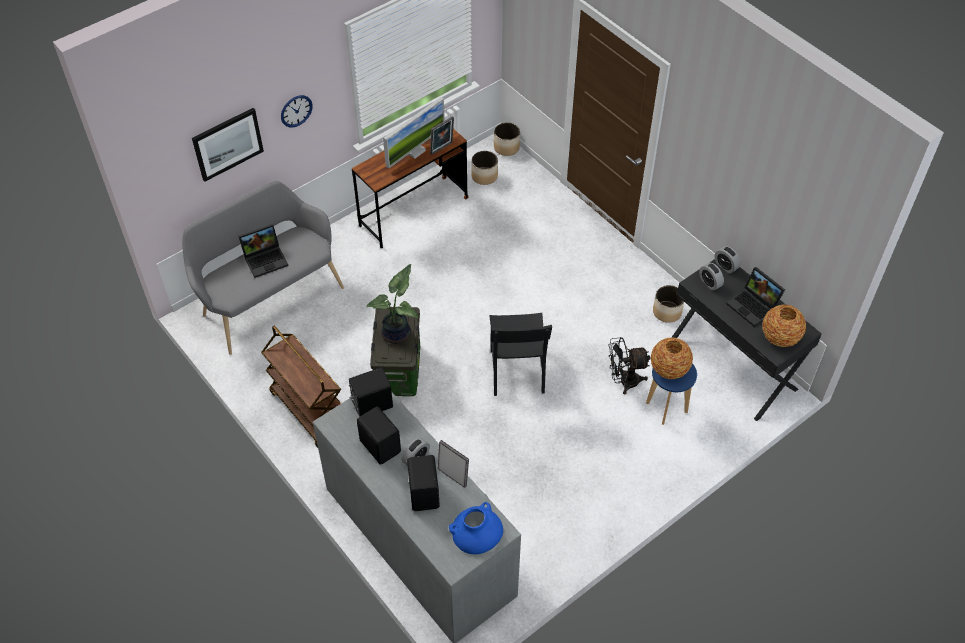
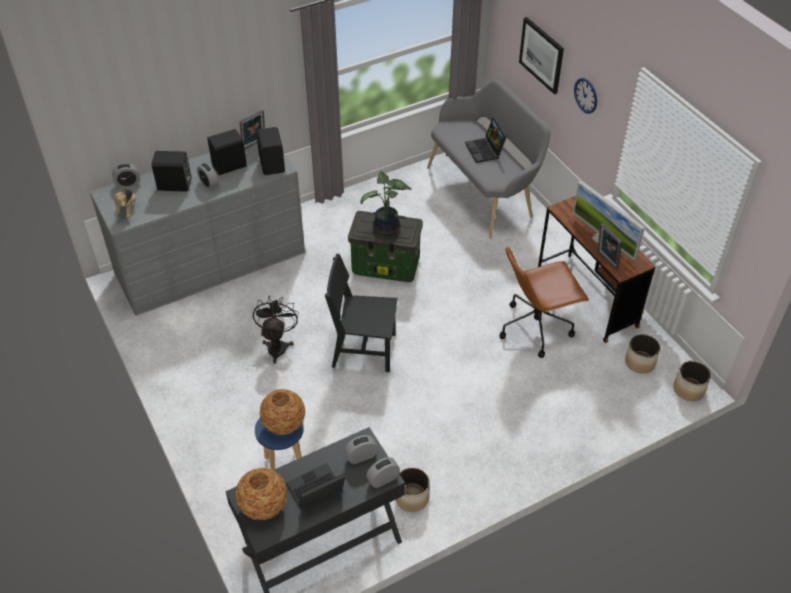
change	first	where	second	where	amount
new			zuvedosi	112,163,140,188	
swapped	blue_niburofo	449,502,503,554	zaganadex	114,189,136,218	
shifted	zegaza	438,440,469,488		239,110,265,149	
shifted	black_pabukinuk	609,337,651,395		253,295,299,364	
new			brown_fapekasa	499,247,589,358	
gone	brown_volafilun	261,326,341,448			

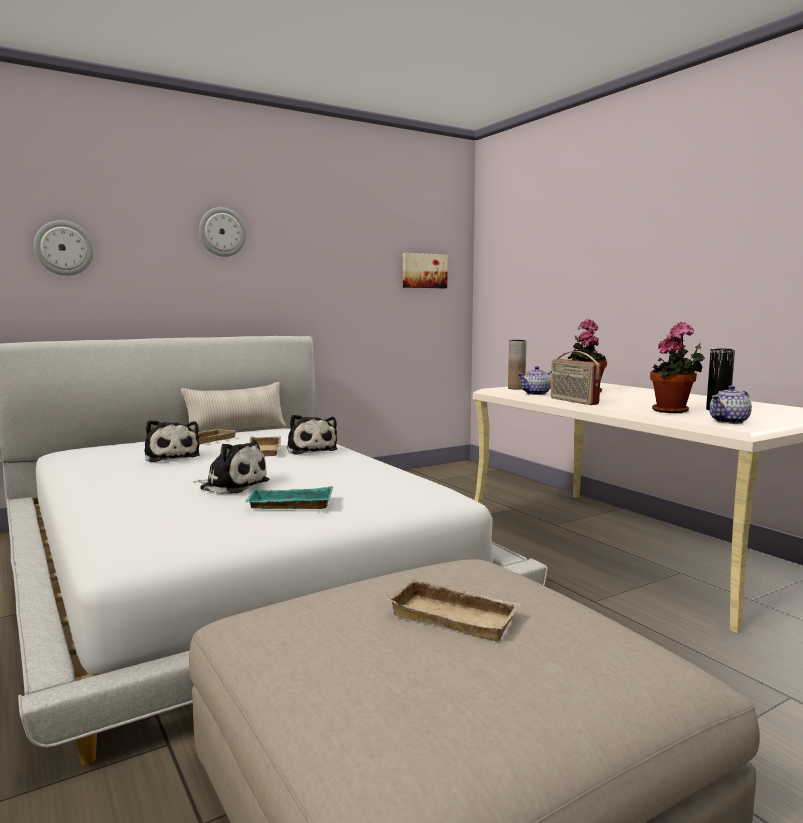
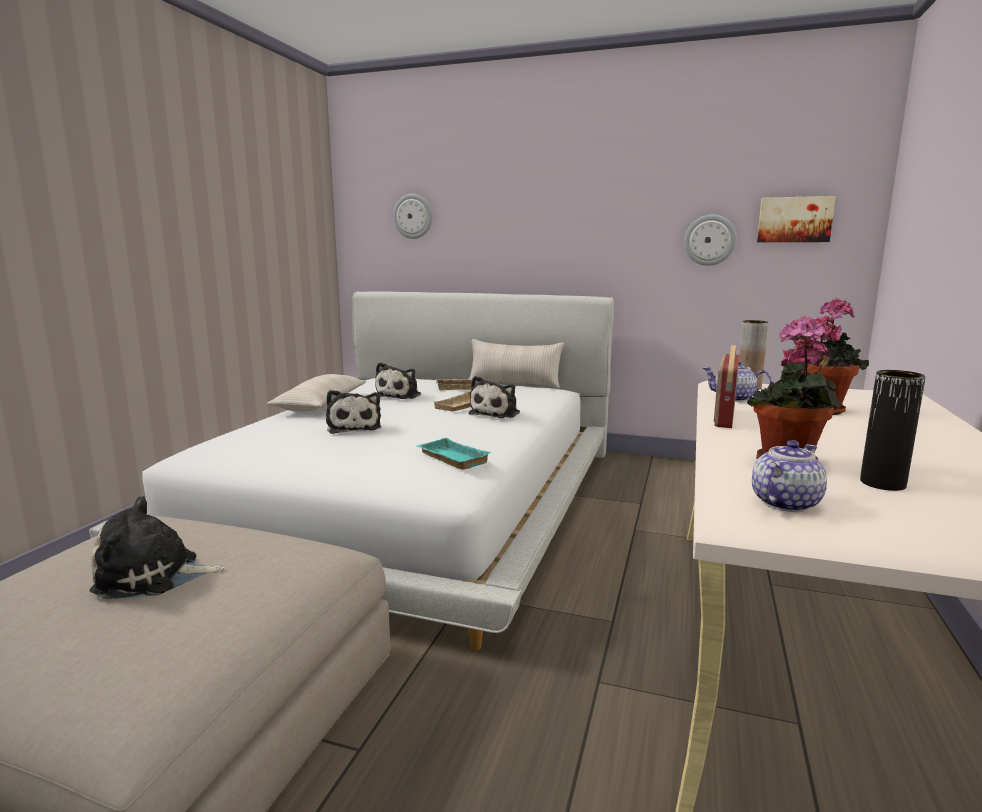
change	first	where	second	where	amount
swapped	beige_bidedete	386,578,522,641	zaganadex	89,496,225,599	
new			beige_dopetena	267,374,366,412	
shifted	turquoise_bidedete	245,486,333,509		417,438,491,470	
shifted	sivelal	199,207,247,257		684,215,737,266	
rotated	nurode	709,385,752,424		752,440,827,512	120 degrees clockwise

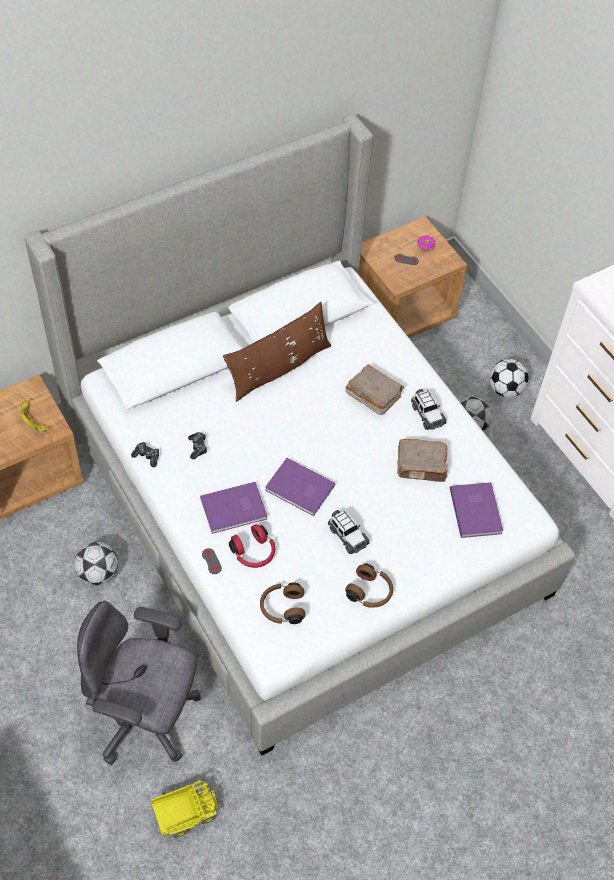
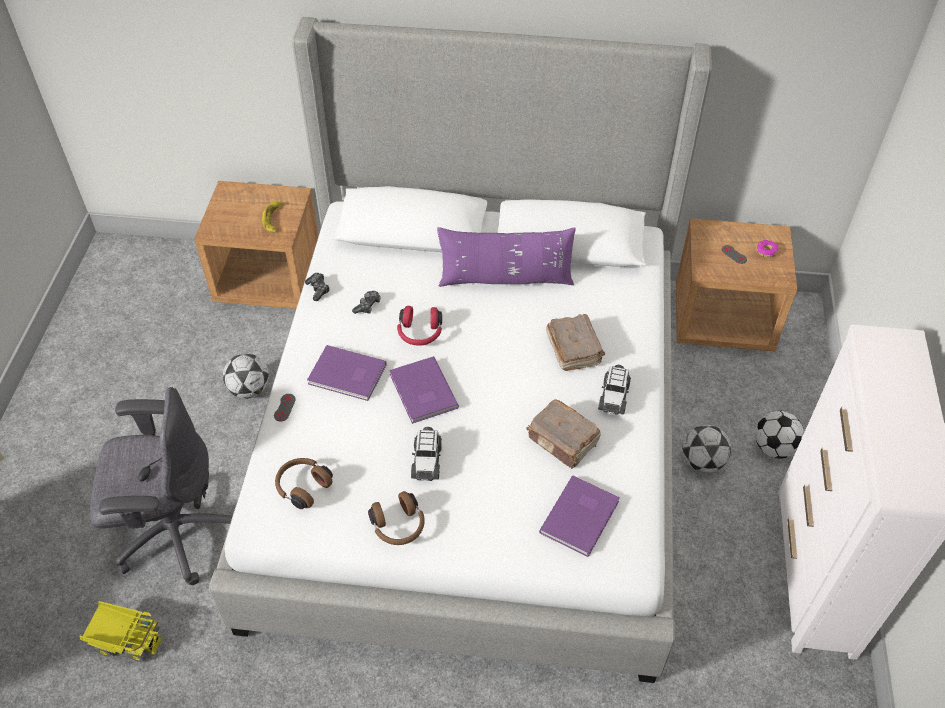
change	first	where	second	where	amount
rotated	grey_fapekasa	77,601,201,765		90,387,232,585	120 degrees clockwise
shifted	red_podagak	229,524,275,568		397,306,442,346	
repainted	brown_dopetena	223,302,331,402	purple_dopetena	437,227,576,287	

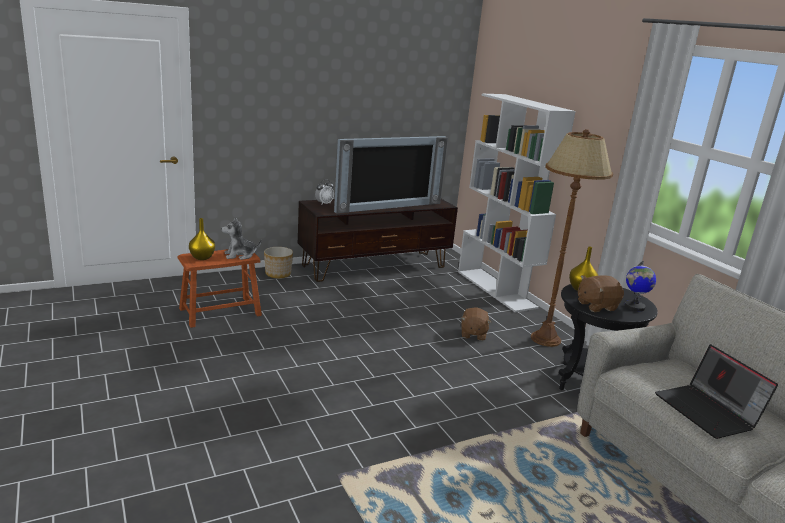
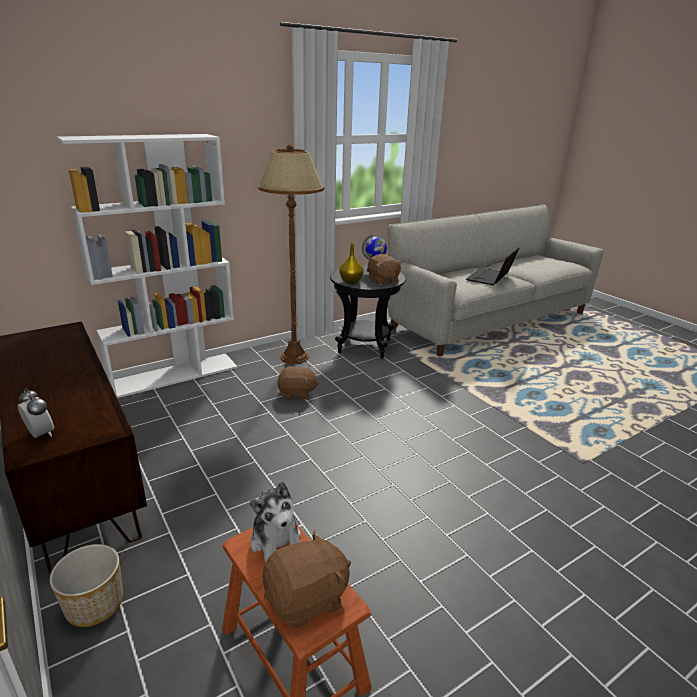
change	first	where	second	where	amount
swapped	yellow_niburofo	189,218,215,260	brown_zaganadex	262,530,351,628	
rotated	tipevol	655,344,778,439		466,248,519,285	150 degrees clockwise
gone	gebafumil	334,136,448,214			

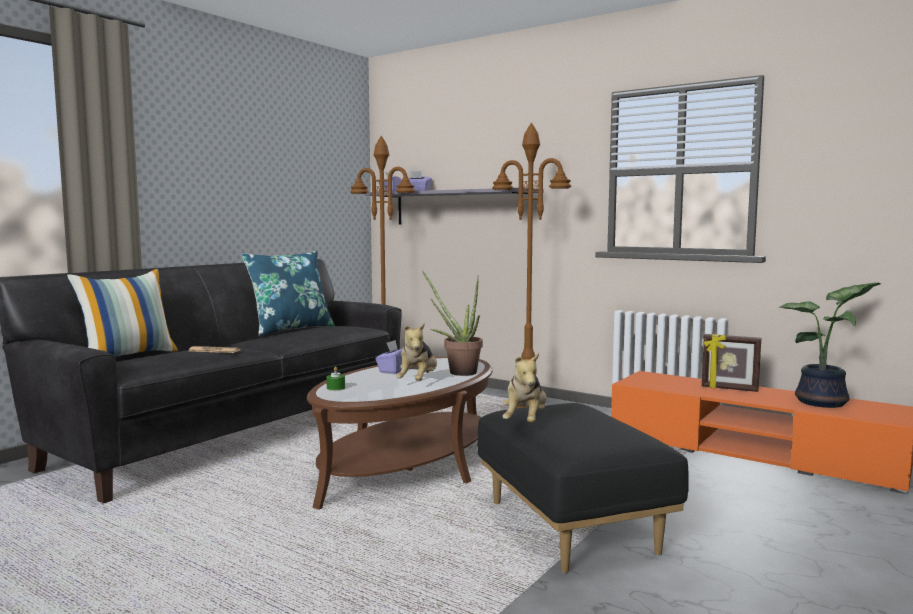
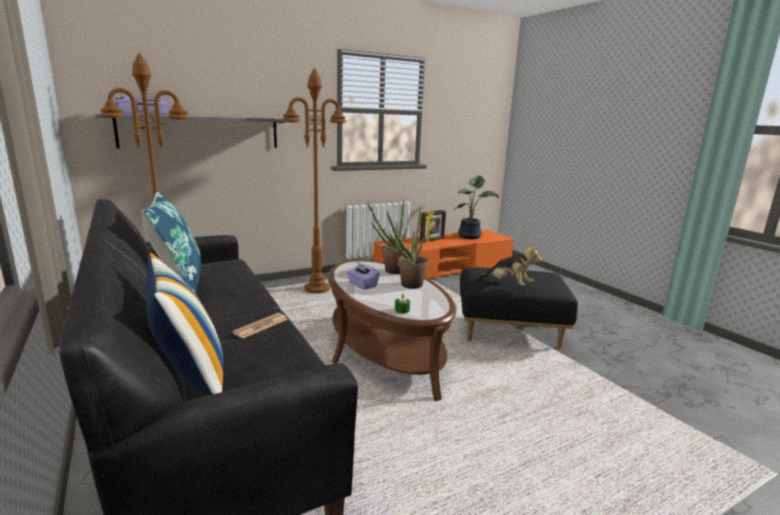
change	first	where	second	where	amount
swapped	zaganadex	396,323,437,381	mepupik	387,211,429,289	

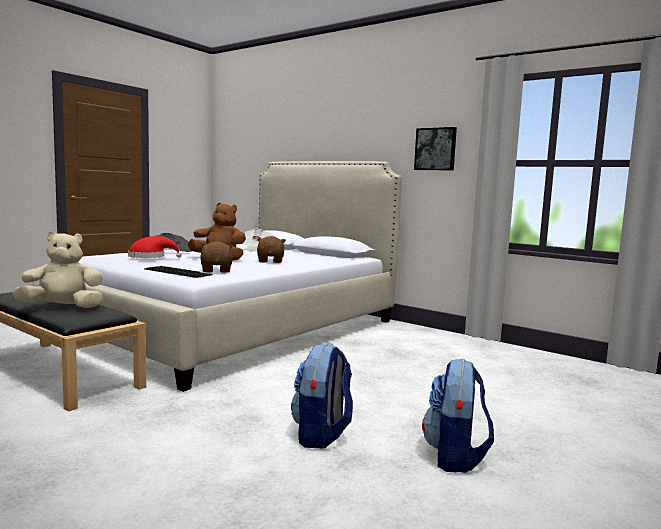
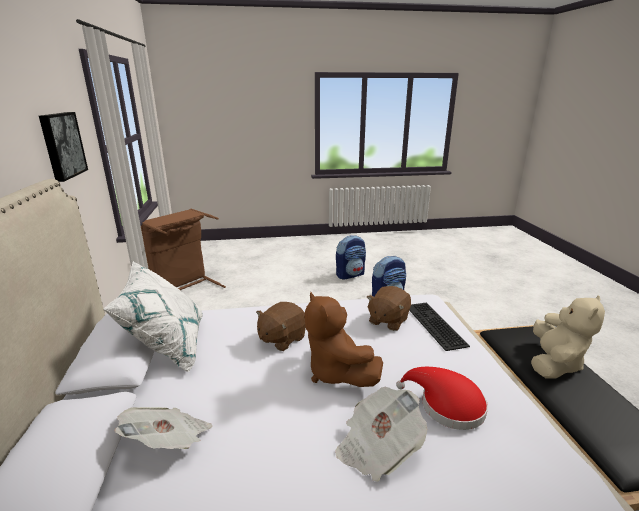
change	first	where	second	where	amount
new			white_dopetena	103,261,203,372	
new			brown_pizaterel	141,209,226,290	
rotated	beige_zaganadex	12,231,103,308		531,295,605,379	90 degrees counterclockwise

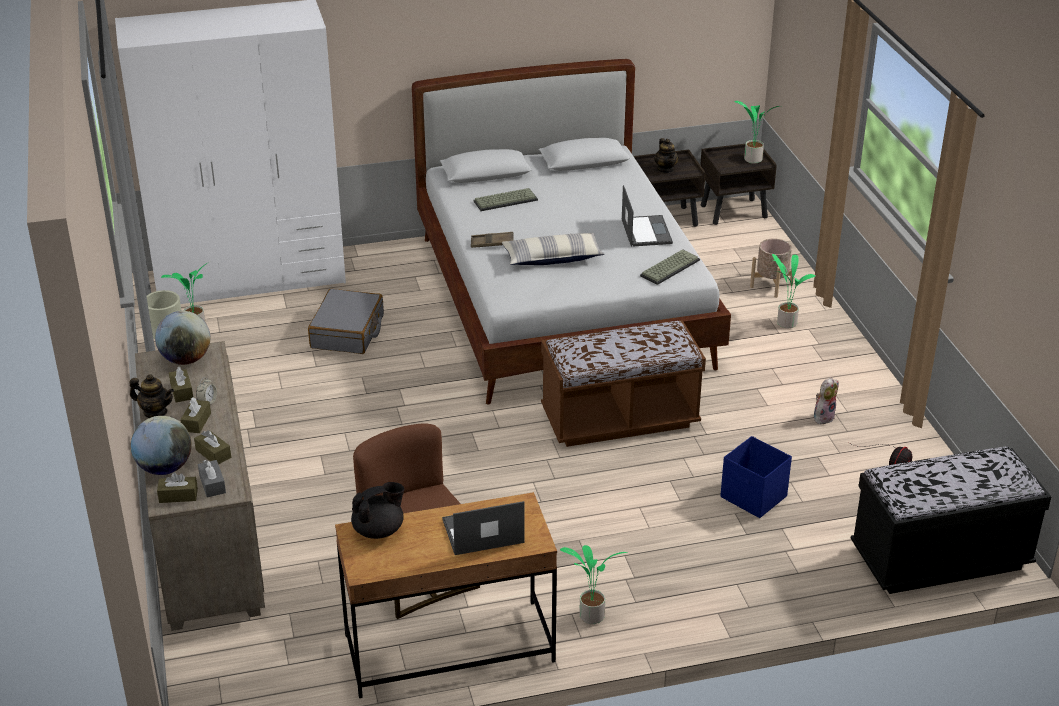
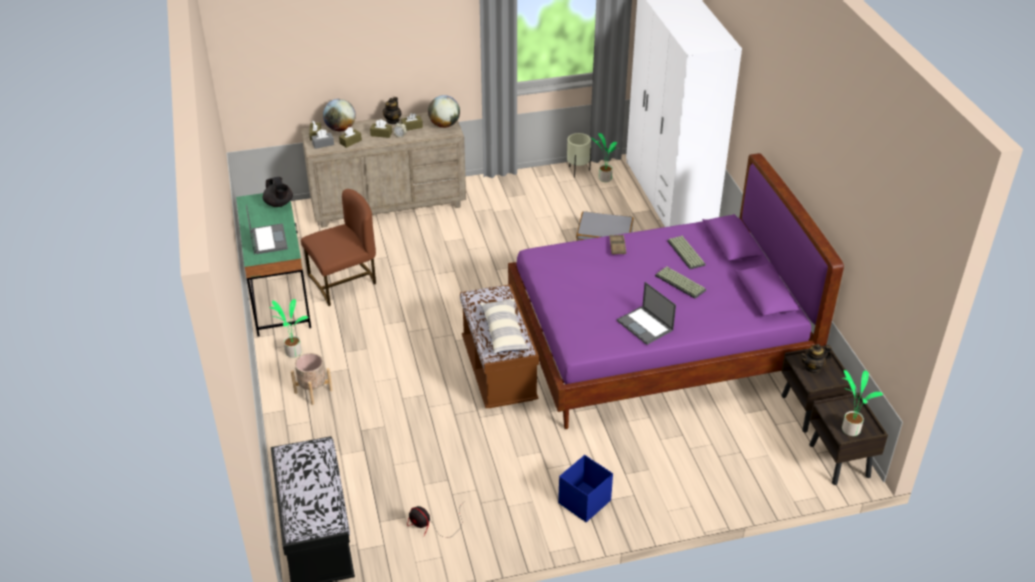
change	first	where	second	where	amount
repainted	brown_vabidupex	335,492,557,698	green_vabidupex	236,193,311,337	
shifted	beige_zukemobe	750,239,794,298		291,353,332,405	
shifted	dopetena	502,233,605,265		479,299,529,354	
repainted	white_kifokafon	412,59,731,405	purple_kifokafon	508,153,844,429	
shifted	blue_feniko	720,436,792,518		558,455,613,522	
rotated	tipevol	622,185,673,247		617,282,676,345	60 degrees clockwise
shifted	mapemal	640,249,700,285		655,266,706,299	
gone	mepupik	772,254,815,328			
gone	zaganadex	814,377,839,424			

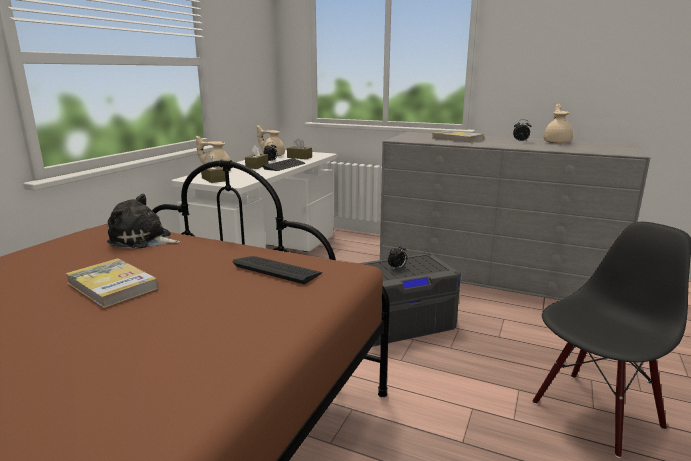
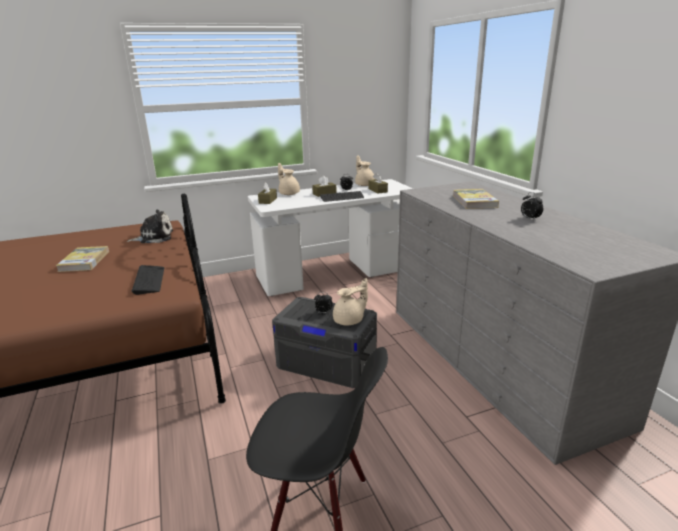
change	first	where	second	where	amount
rotated	zaganadex	107,194,180,249		127,209,173,243	105 degrees clockwise
shifted	beige_nurode	543,104,573,143		333,278,368,326	

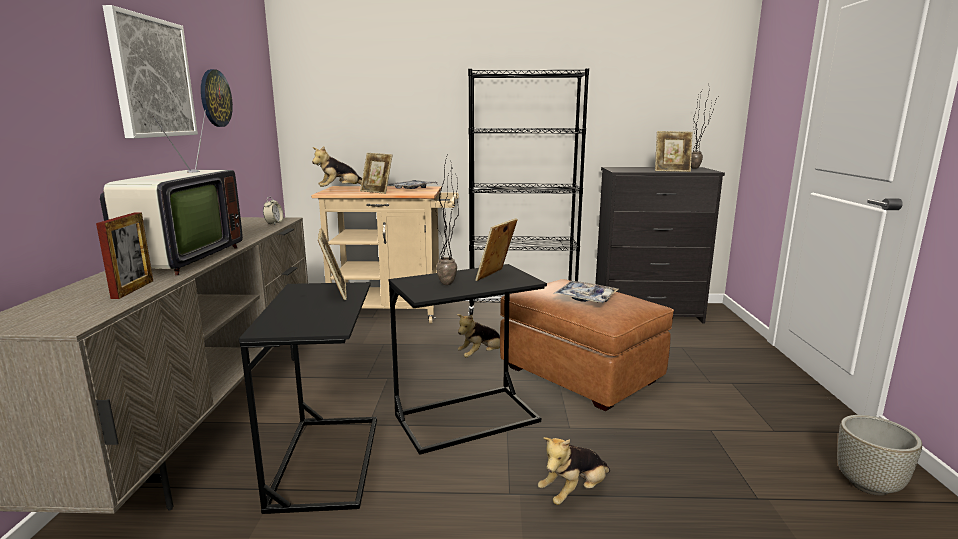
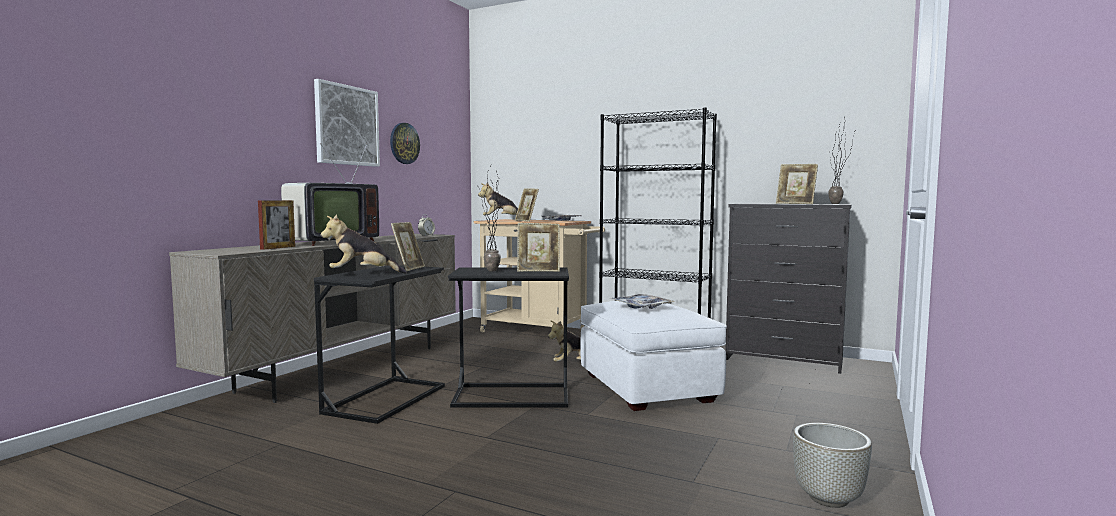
change	first	where	second	where	amount
shifted	zaganadex	538,437,610,505		321,214,407,274	
rotated	zegaza	475,218,518,281		517,223,560,272	150 degrees counterclockwise
repainted	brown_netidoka	500,279,674,411	white_netidoka	581,301,727,411	

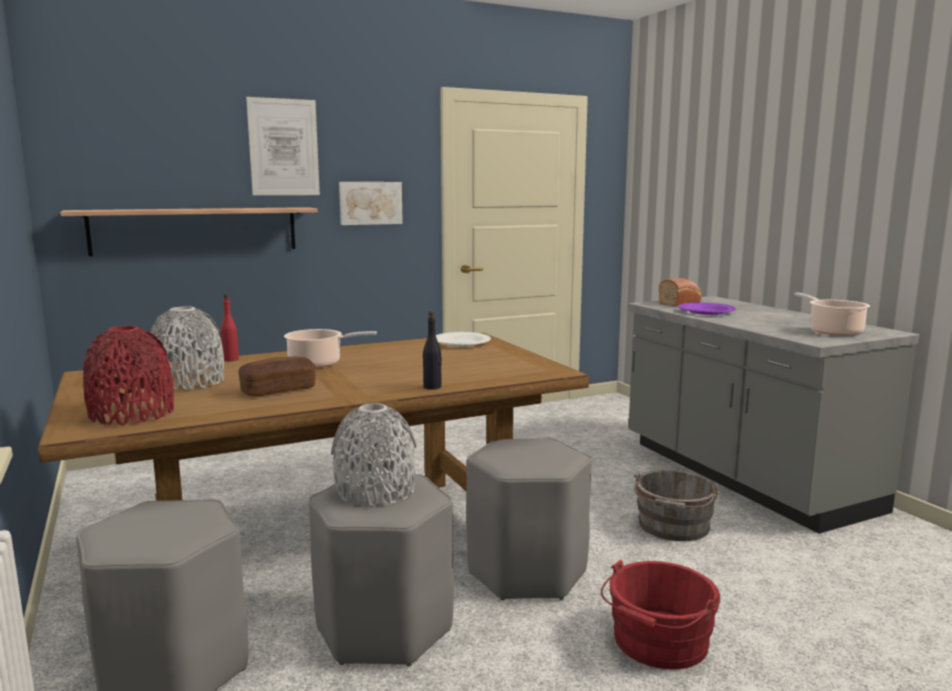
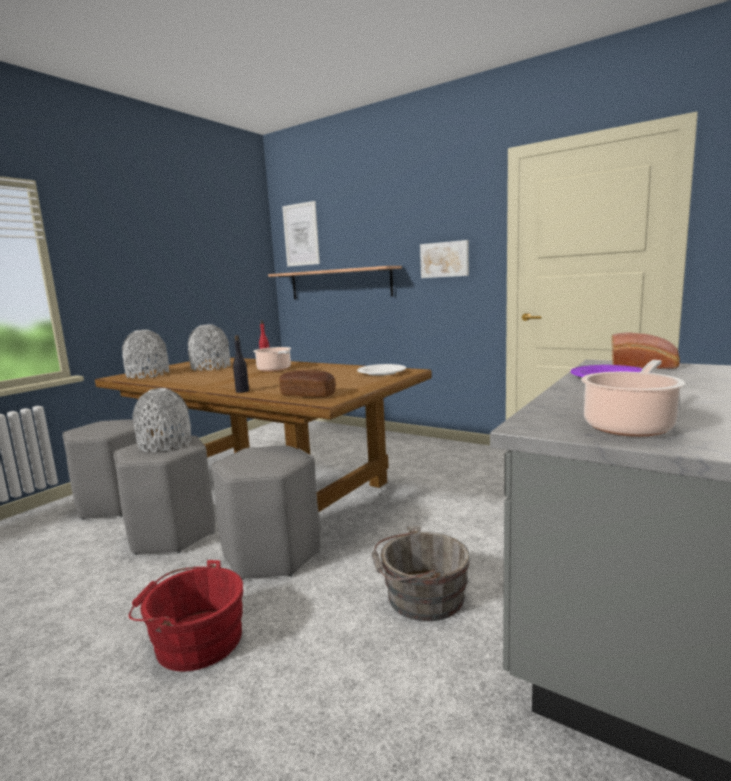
change	first	where	second	where	amount
repainted	red_niburofo	83,326,174,425	grey_niburofo	122,330,169,379	
shifted	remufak	238,356,316,397		279,370,336,397	
shifted	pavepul	246,97,320,195		282,201,320,267	

